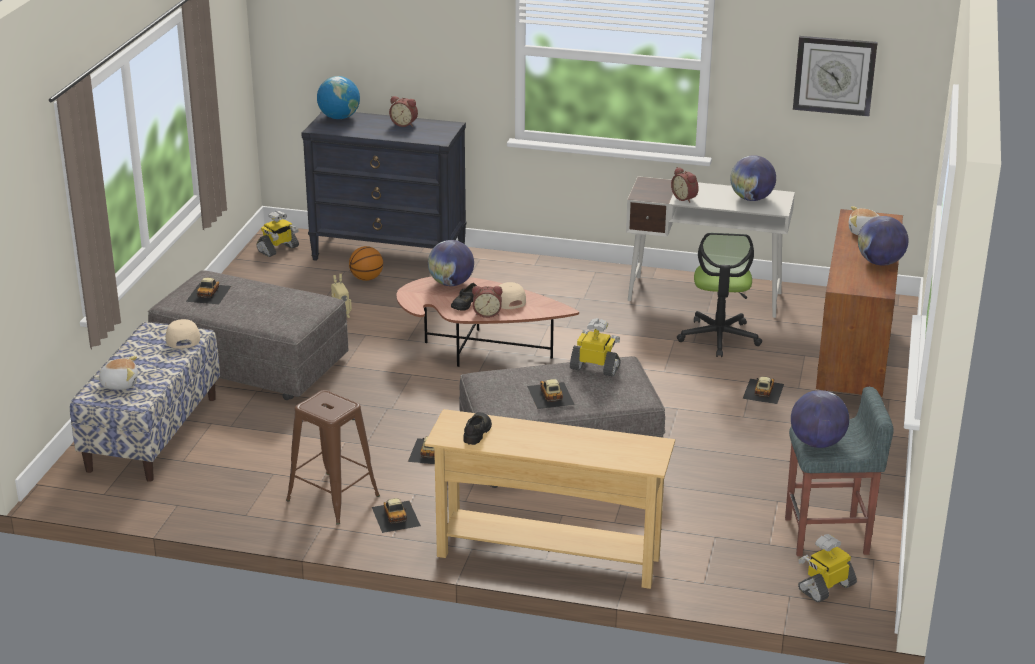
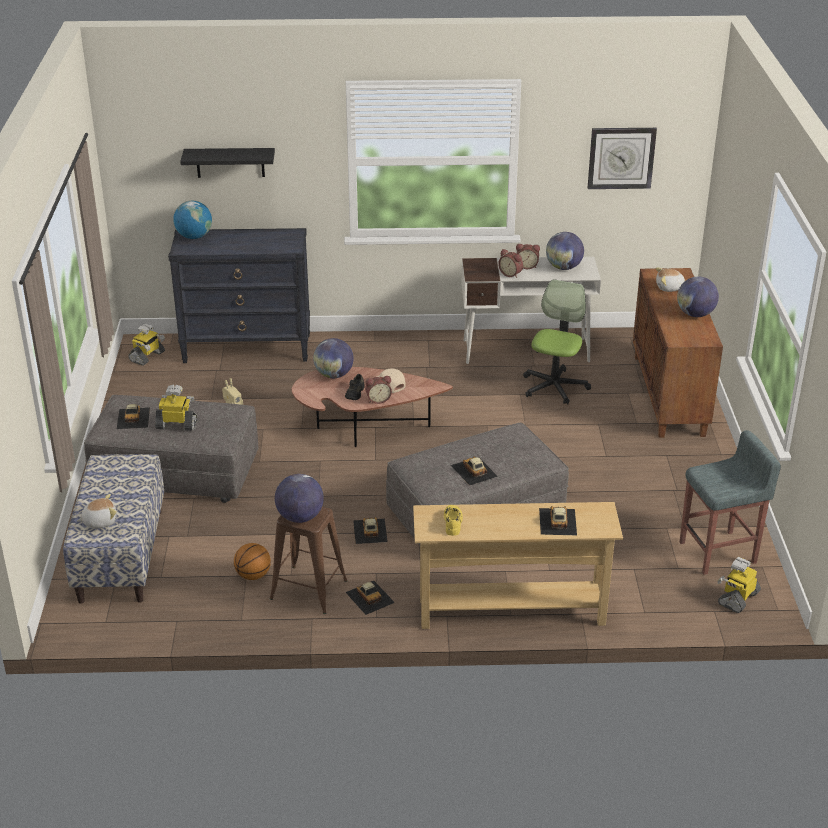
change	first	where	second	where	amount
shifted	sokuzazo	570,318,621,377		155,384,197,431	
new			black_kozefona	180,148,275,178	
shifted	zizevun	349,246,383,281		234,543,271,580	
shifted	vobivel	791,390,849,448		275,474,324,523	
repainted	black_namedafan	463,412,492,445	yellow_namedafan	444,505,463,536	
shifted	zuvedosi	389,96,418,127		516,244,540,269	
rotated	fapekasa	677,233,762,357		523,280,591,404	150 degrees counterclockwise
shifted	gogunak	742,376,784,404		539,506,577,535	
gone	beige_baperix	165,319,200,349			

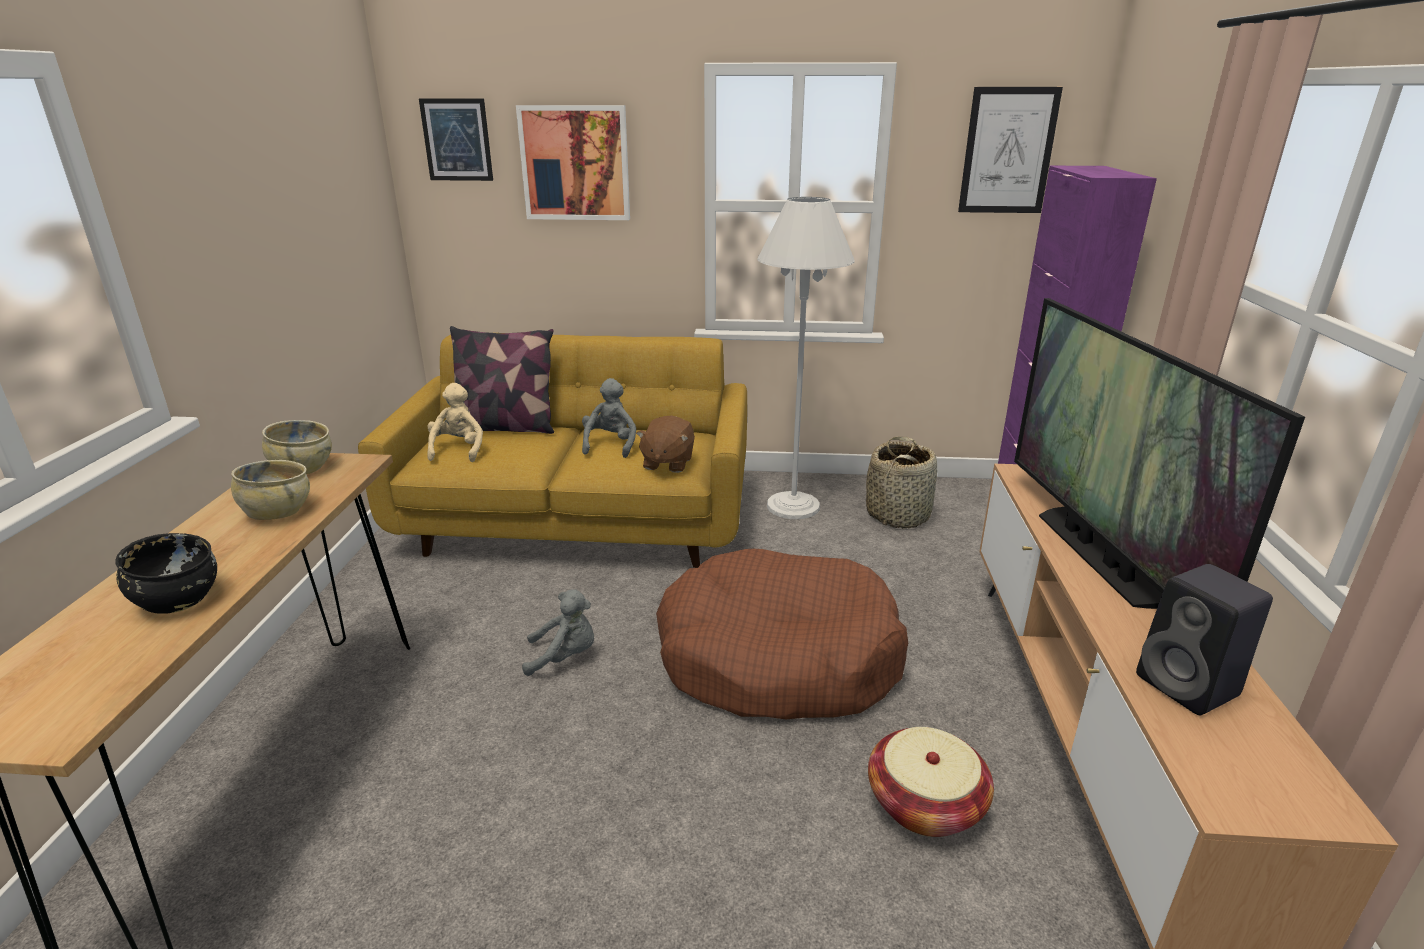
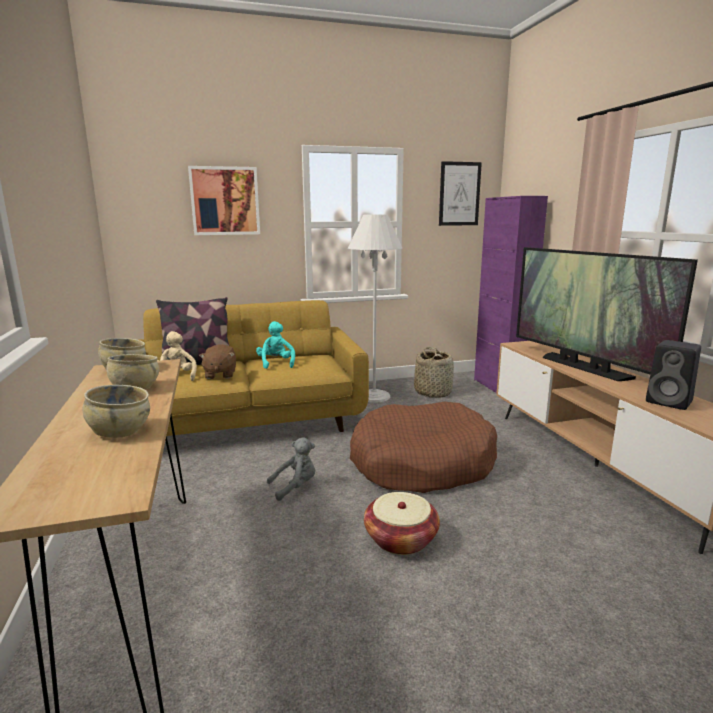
change	first	where	second	where	amount
repainted	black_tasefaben	115,533,217,614	beige_tasefaben	82,385,150,438	
shifted	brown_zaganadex	636,415,695,473		199,344,236,379	
repainted	grey_zaganadex	582,378,636,458	turquoise_zaganadex	256,321,295,369	
shifted	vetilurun	868,727,994,837		364,492,440,555	
gone	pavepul	419,99,493,181			

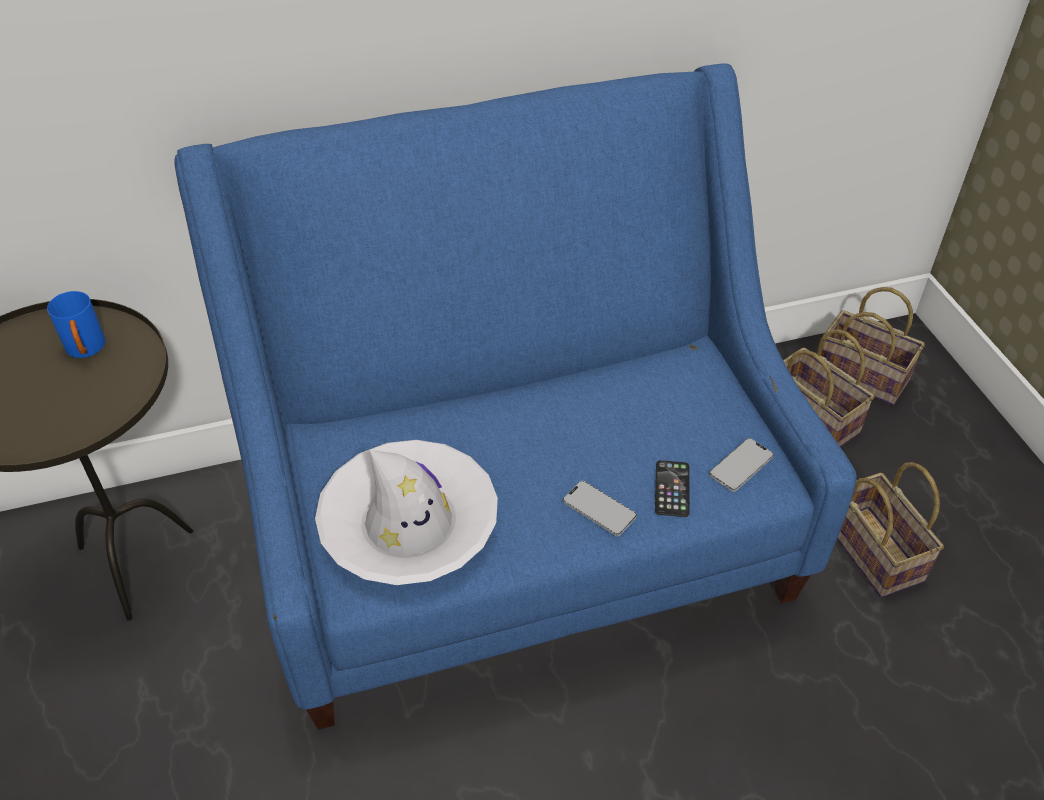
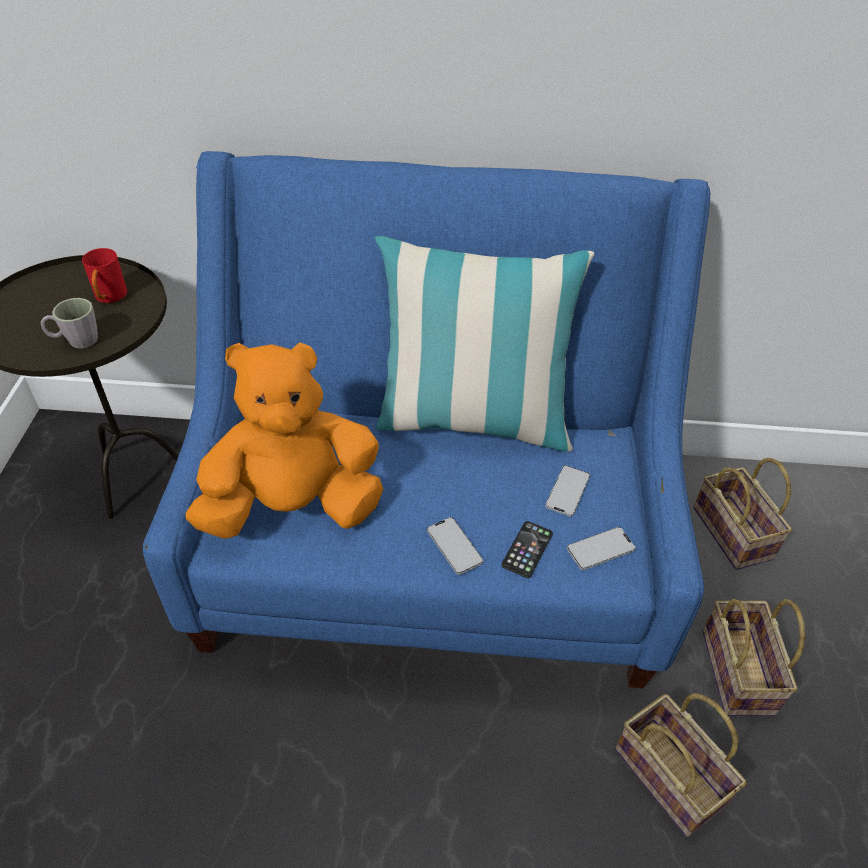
change	first	where	second	where	amount
new			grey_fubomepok	41,298,98,349	
repainted	blue_fubomepok	47,291,105,358	red_fubomepok	82,248,127,303	
swapped	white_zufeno	315,440,498,585	orange_zaganadex	186,342,383,539	
new			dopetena	375,236,594,452	
new			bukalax	545,465,590,517	
shifted	vetilurun	821,287,925,405		615,693,747,837	

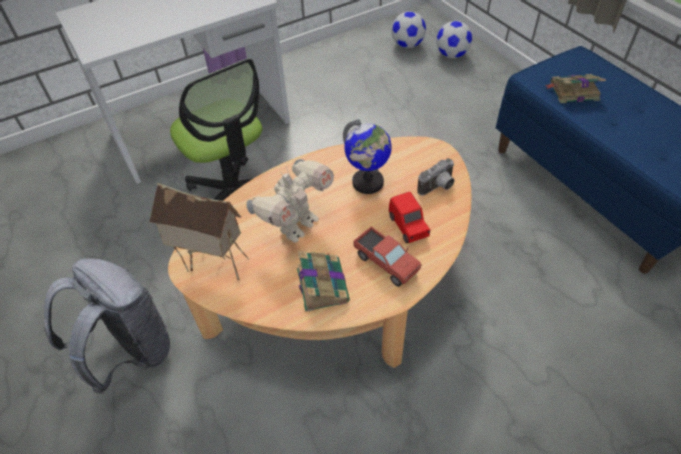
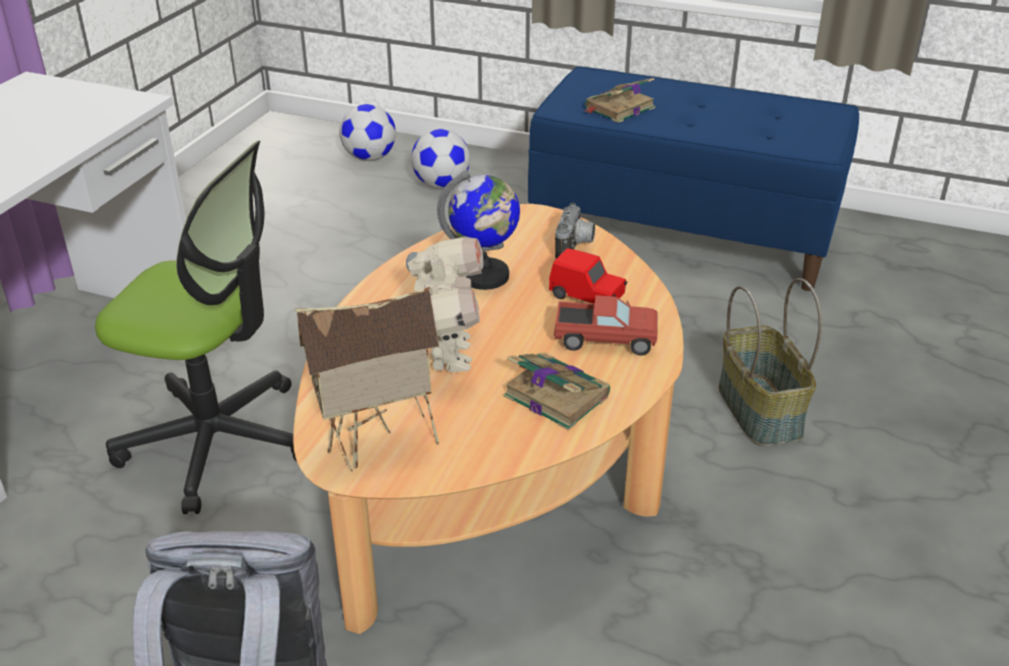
change	first	where	second	where	amount
shifted	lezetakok	391,11,426,48		411,129,470,188	
new			vetilurun	718,278,822,446	

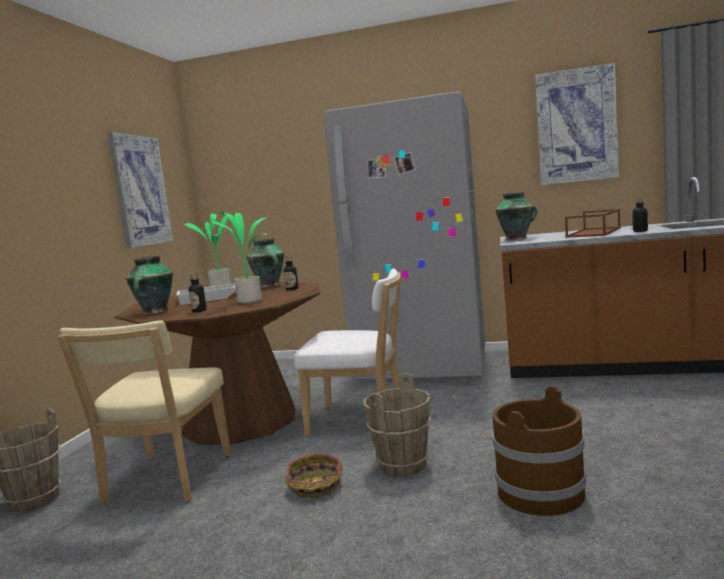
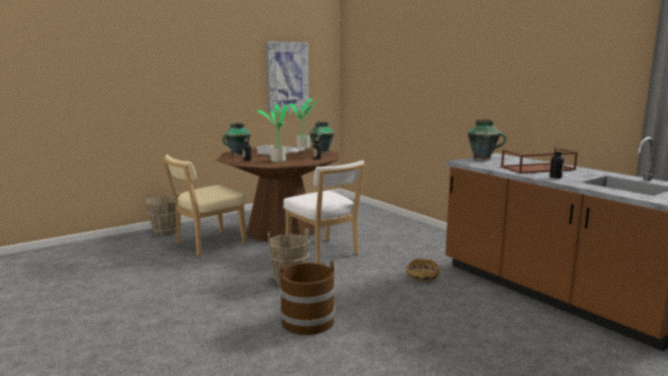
change	first	where	second	where	amount
shifted	vetilurun	285,453,343,498		406,259,440,282	
gone	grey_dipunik	323,91,485,380			
gone	pavepul	535,63,619,185			

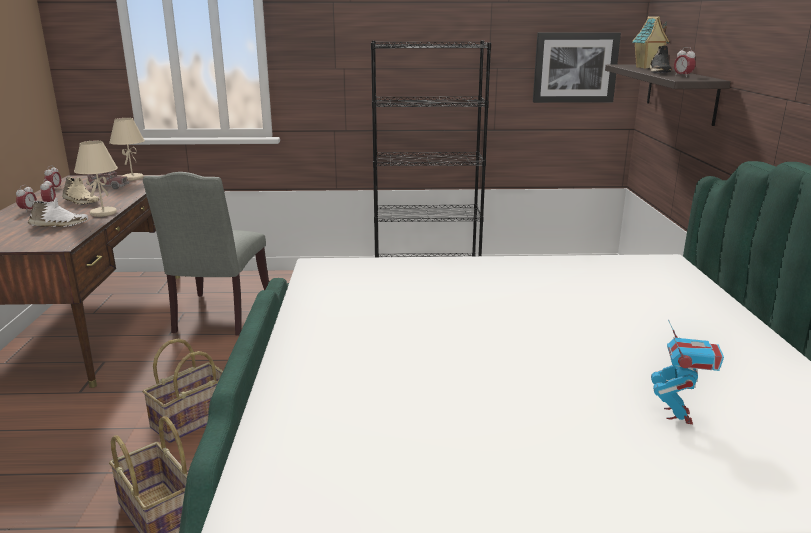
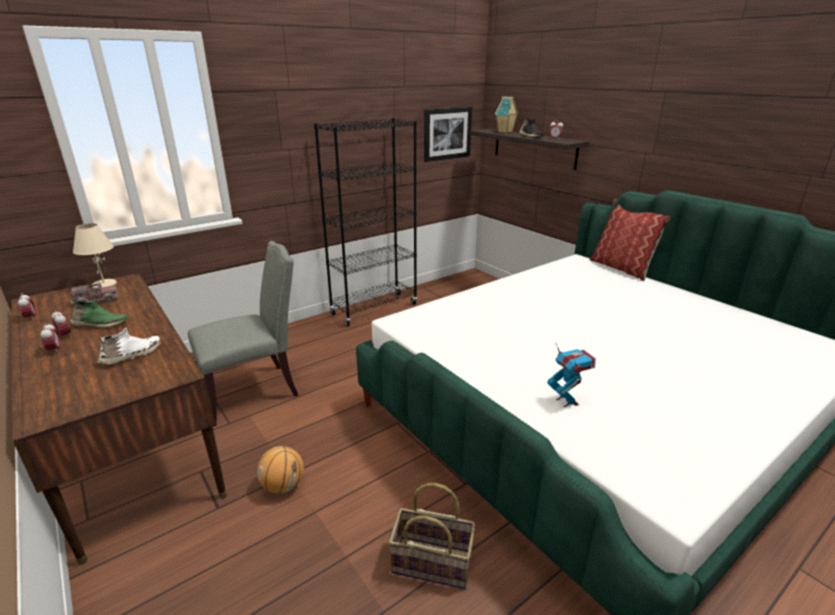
change	first	where	second	where	amount
repainted	beige_namedafan	62,176,99,205	green_namedafan	70,299,127,328	
rotated	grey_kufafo	143,172,269,335		188,241,298,427	90 degrees counterclockwise
new			zizevun	257,446,304,494	
shifted	sokuzazo	651,320,724,424		547,343,596,407	
new			dopetena	590,199,671,281	
gone	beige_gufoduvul	74,141,118,217			
gone	vetilurun	143,339,223,443			

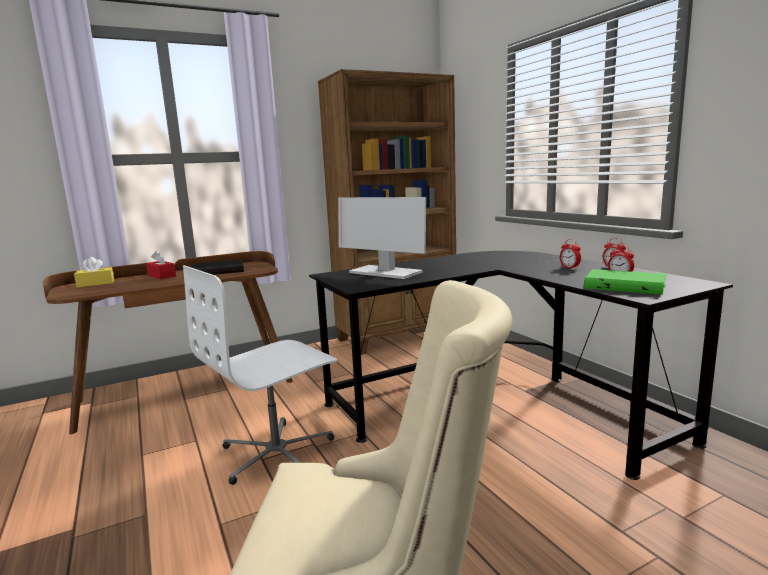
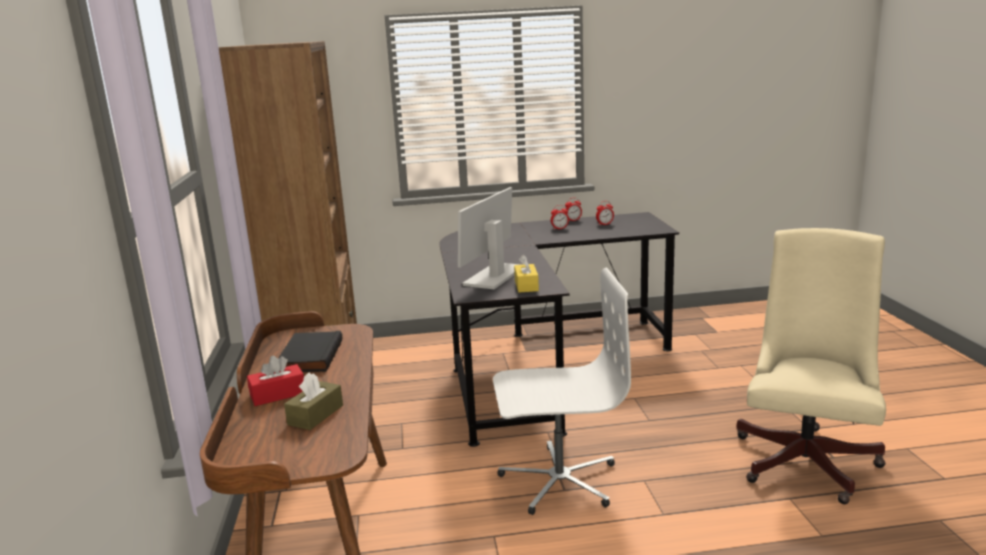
change	first	where	second	where	amount
new			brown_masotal	284,373,343,430	
rotated	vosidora	338,197,427,279		458,187,520,289	150 degrees clockwise
rotated	white_fapekasa	183,265,337,485		493,268,631,515	75 degrees counterclockwise
shifted	yellow_masotal	74,257,114,287		514,254,539,293	
gone	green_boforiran	584,269,666,295			

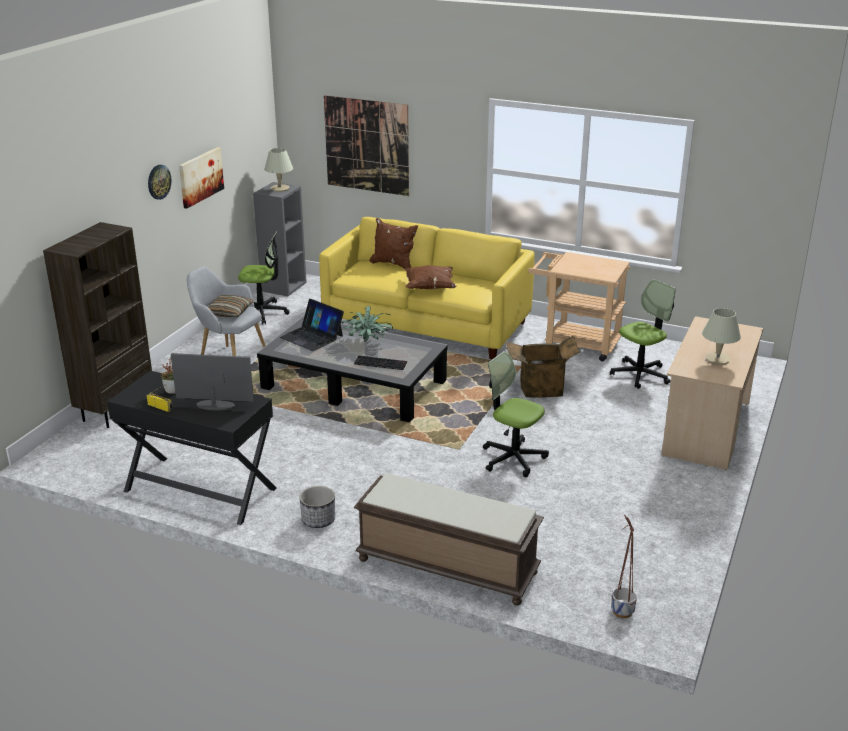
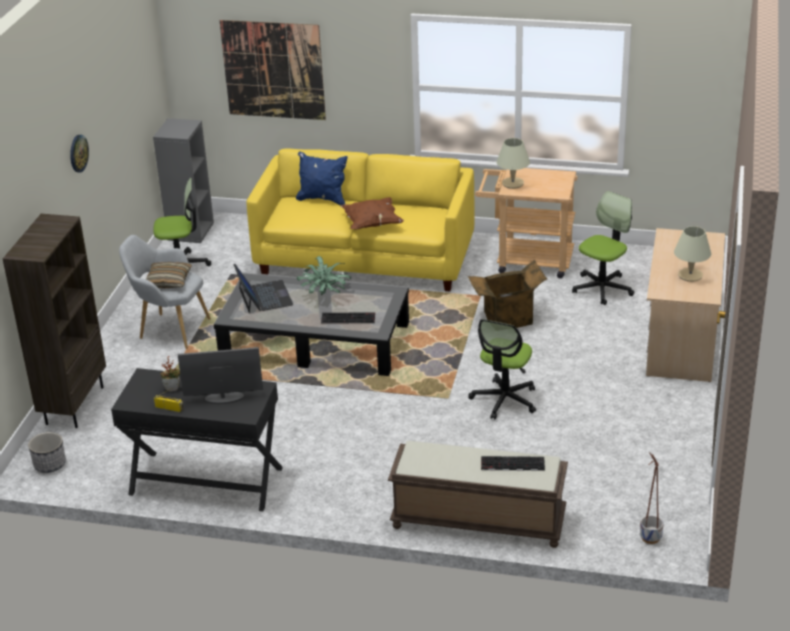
change	first	where	second	where	amount
shifted	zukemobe	299,486,335,528		28,432,66,473	
rotated	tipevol	280,299,344,351		233,264,293,313	135 degrees counterclockwise
repainted	brown_dopetena	370,218,418,269	blue_dopetena	296,151,348,205	
rotated	fapekasa	483,351,549,477		468,319,536,419	90 degrees counterclockwise
new			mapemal	481,456,545,471	
shifted	beige_gufoduvul	265,148,293,192		497,138,530,189	
gone	pavepul	179,147,224,209			

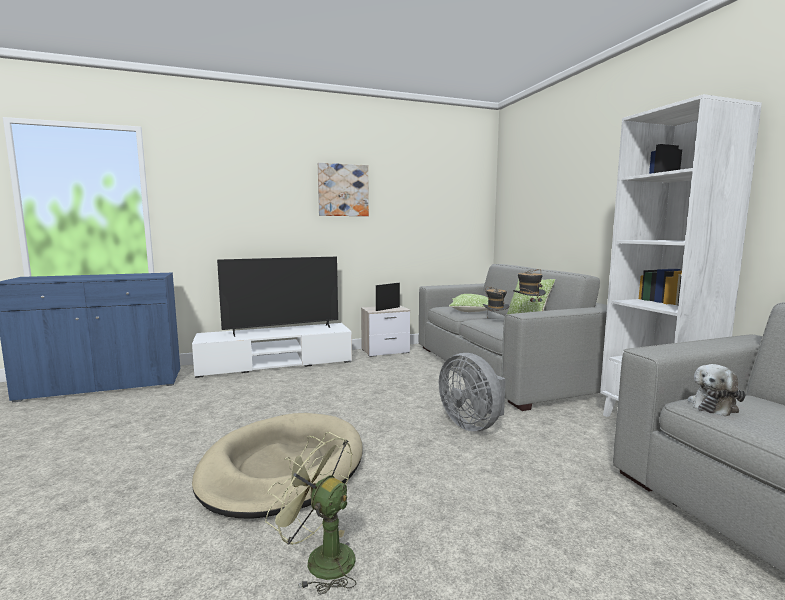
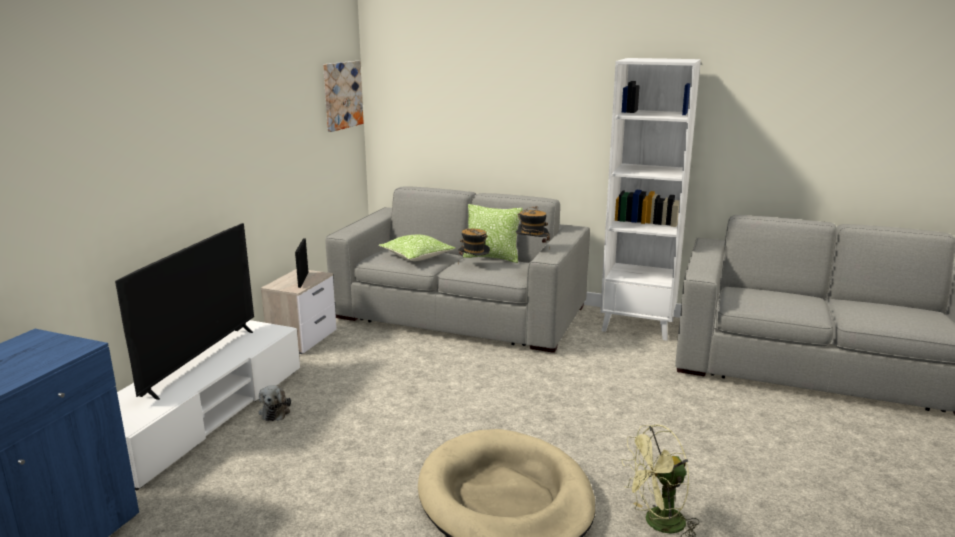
change	first	where	second	where	amount
shifted	zaganadex	688,364,745,417		259,385,291,421	
shifted	pavepul	318,163,369,216		323,61,364,132	
gone	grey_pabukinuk	439,353,506,432			

